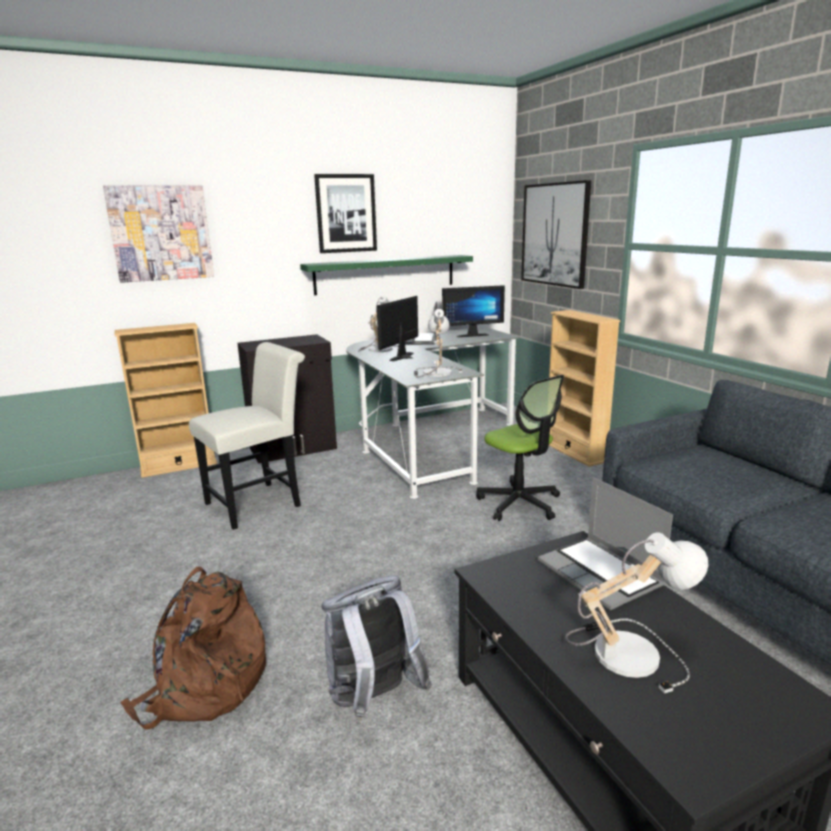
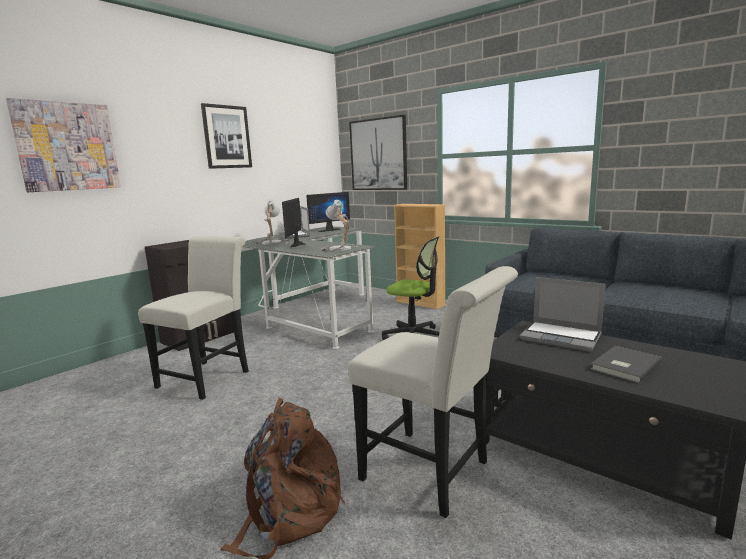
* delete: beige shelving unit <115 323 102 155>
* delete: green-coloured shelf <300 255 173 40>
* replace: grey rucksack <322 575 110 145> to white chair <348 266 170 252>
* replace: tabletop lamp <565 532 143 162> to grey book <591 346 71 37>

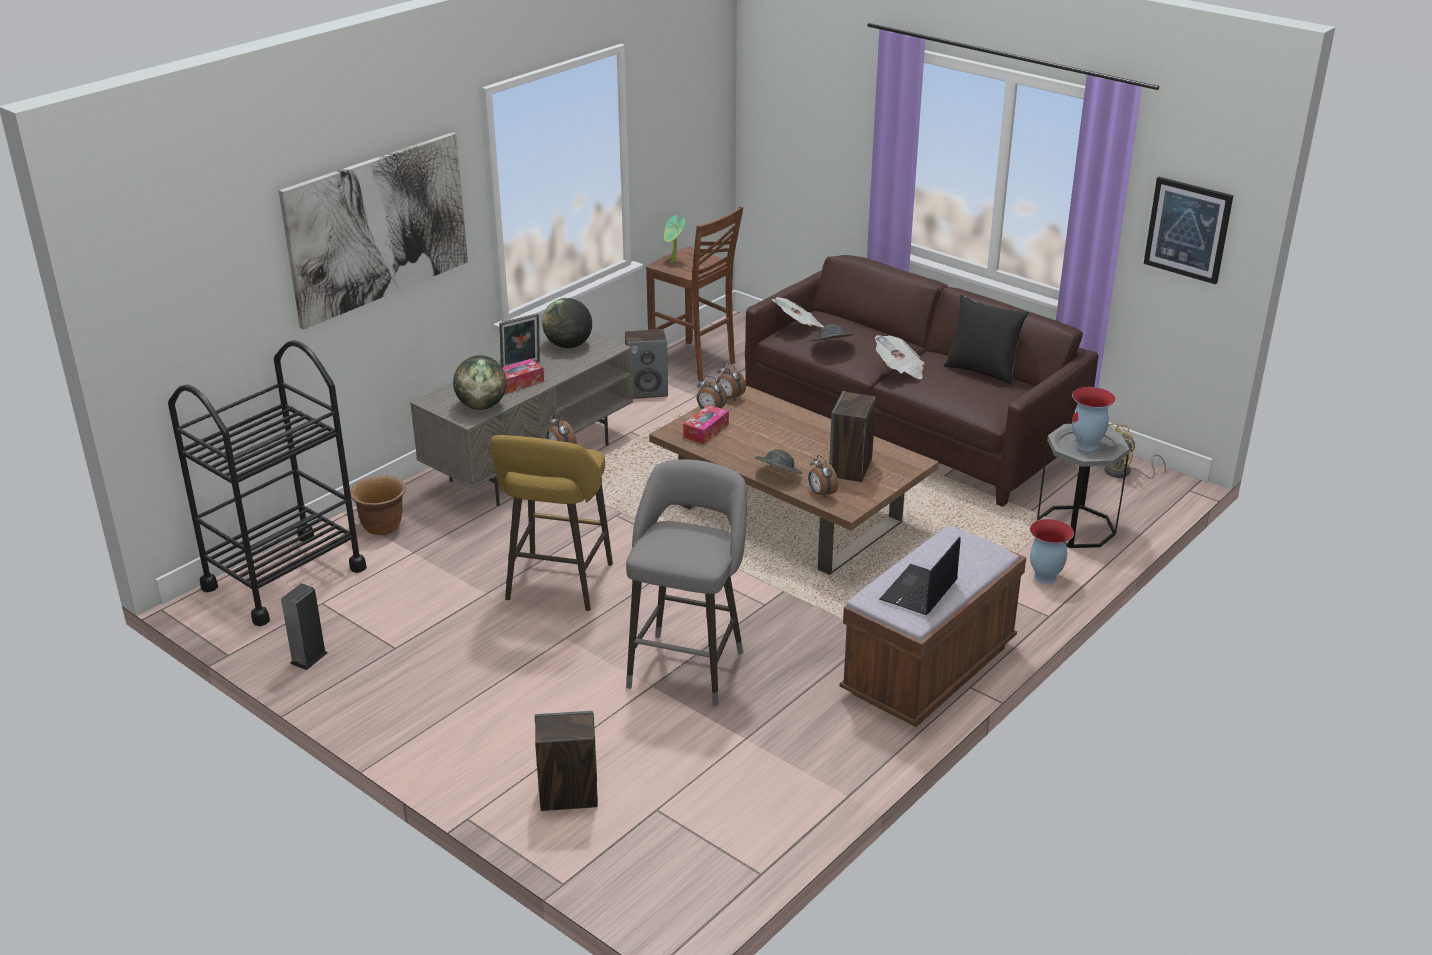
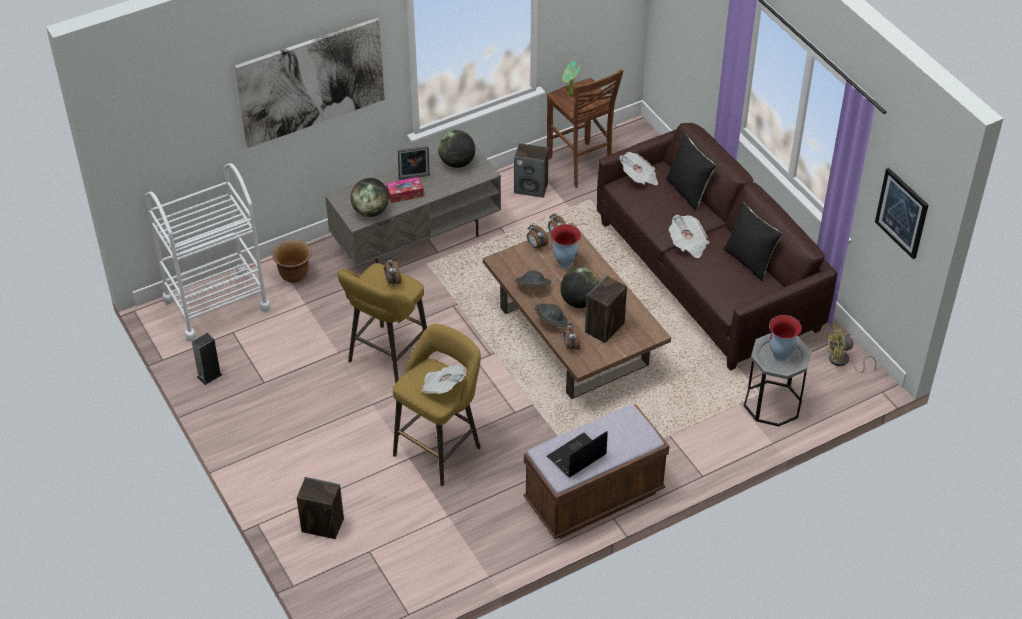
* delete: box of tissues <683 405 46 39>
* insert: printed paper <421 365 44 29>
* insert: globe <560 268 39 40>
* insert: black pillow <666 134 50 77>
* move: grey wearable hat <810 324 44 17> to <515 270 36 17>
* move: decorative vase <1030 519 44 65> to <551 224 30 45>
* recolor: black cart <168 340 199 286> to white cart <145 163 126 179>
* recolor: grey sitting stool <626 459 121 247> to yellow-coloured sitting stool <393 324 88 162>

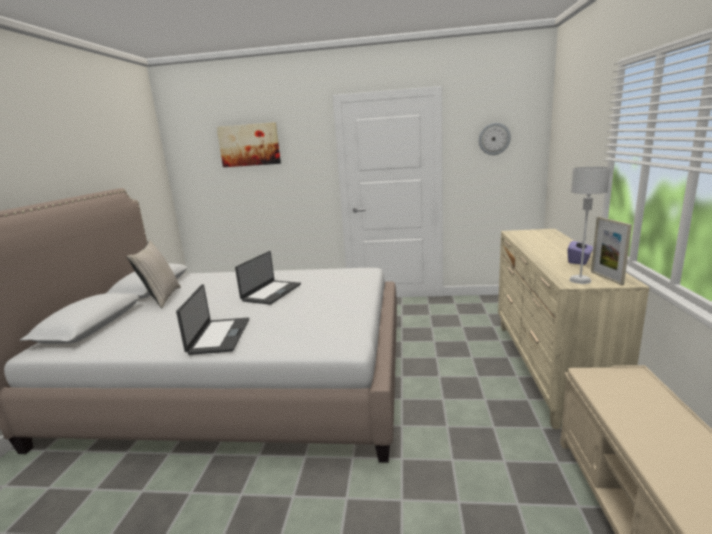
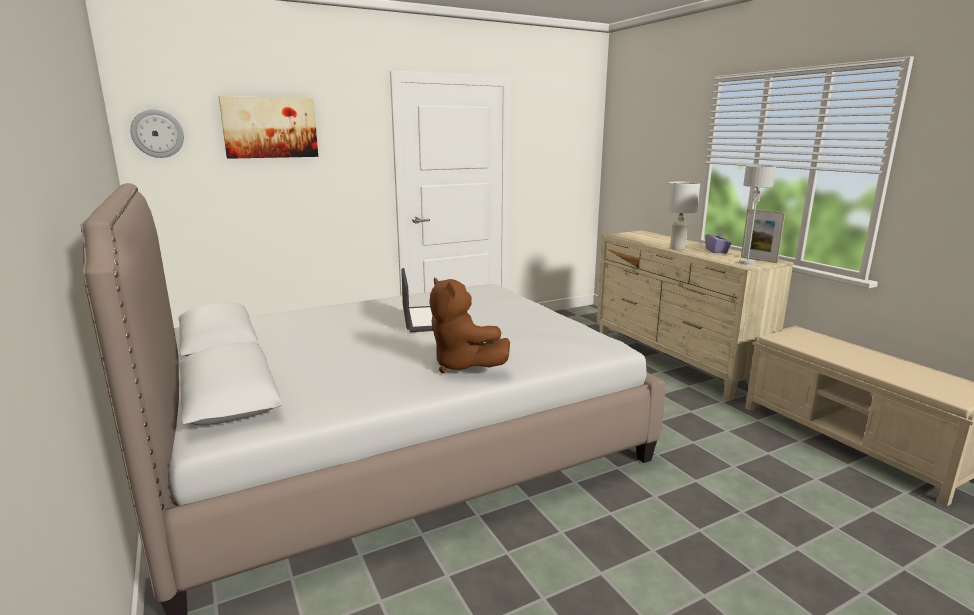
* delete: beige pillow <126 240 55 68>
* insert: white tabletop lamp <666 182 34 68>
* move: wall clock <479 123 32 32> to <130 109 54 49>
* replace: laptop <176 284 73 71> to brownish cuddly toy <429 277 81 96>

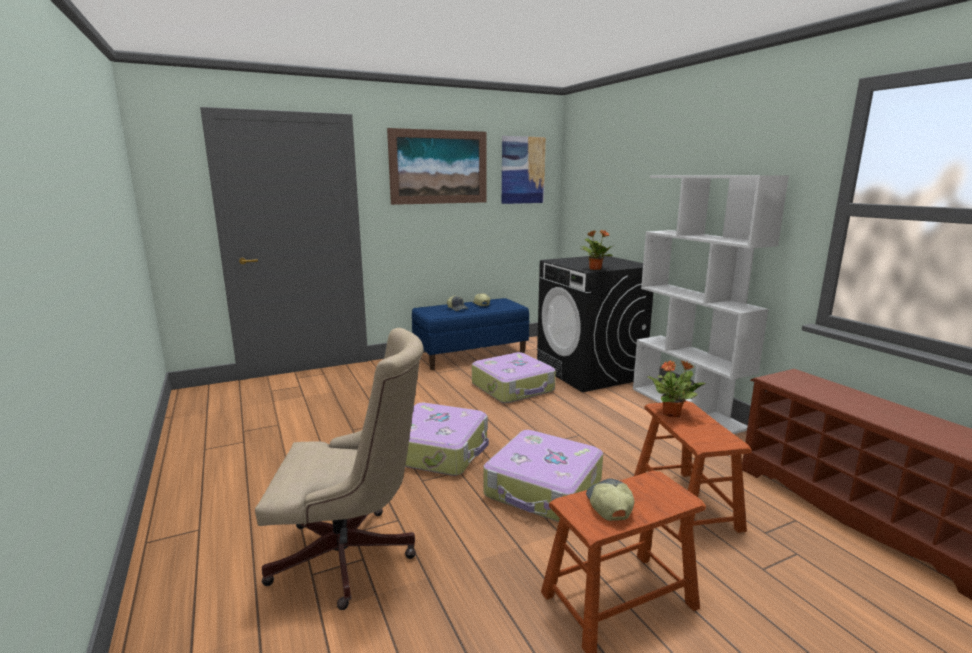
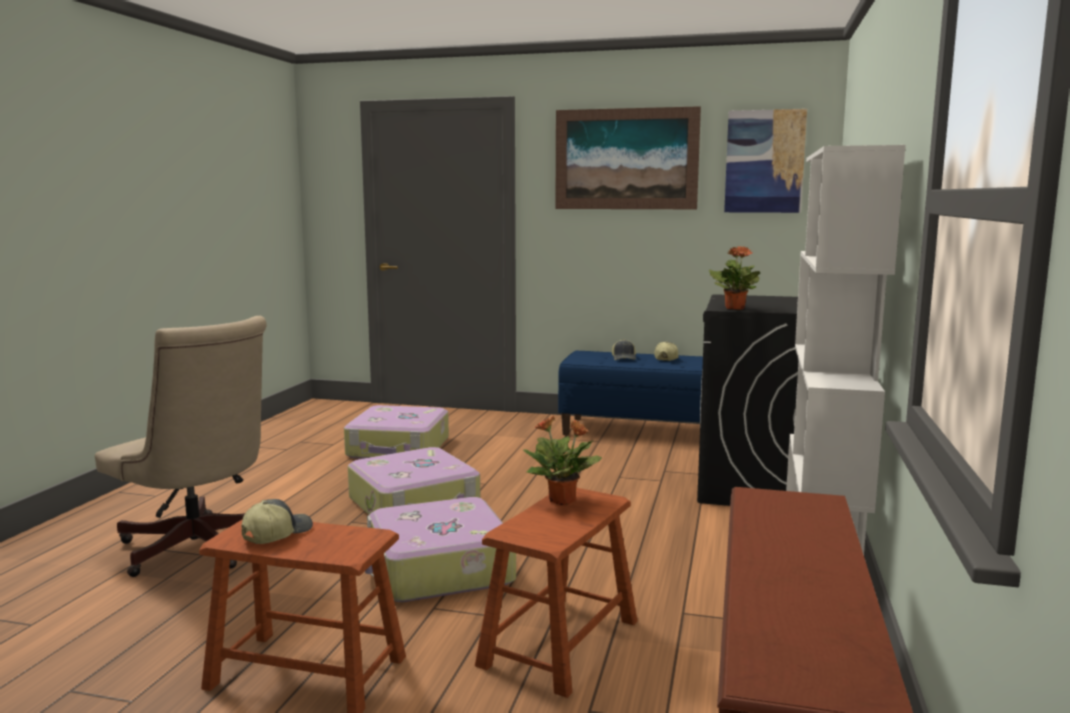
* move: travel case <472 352 84 51> to <344 405 105 54>

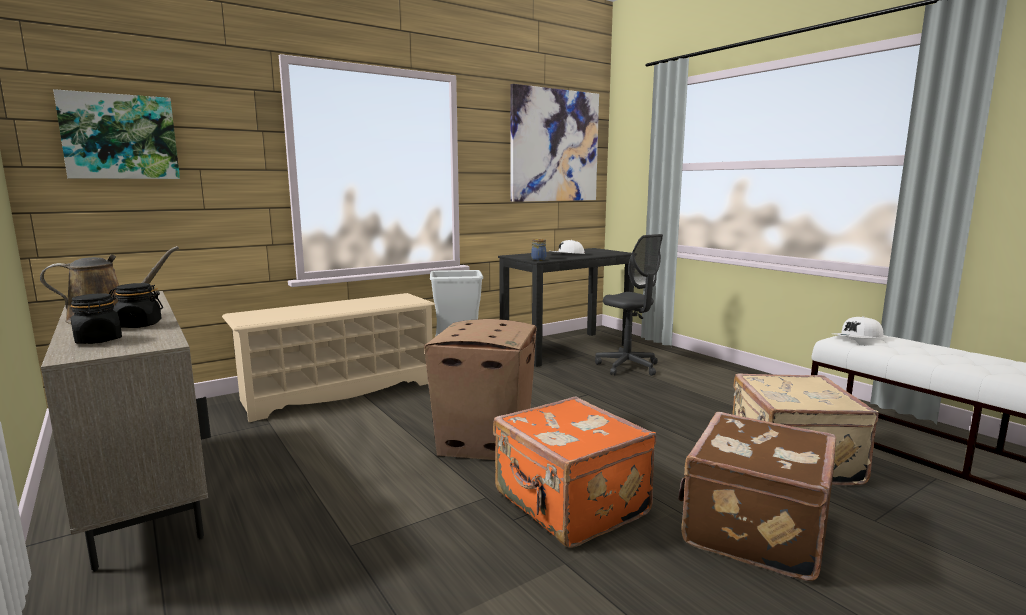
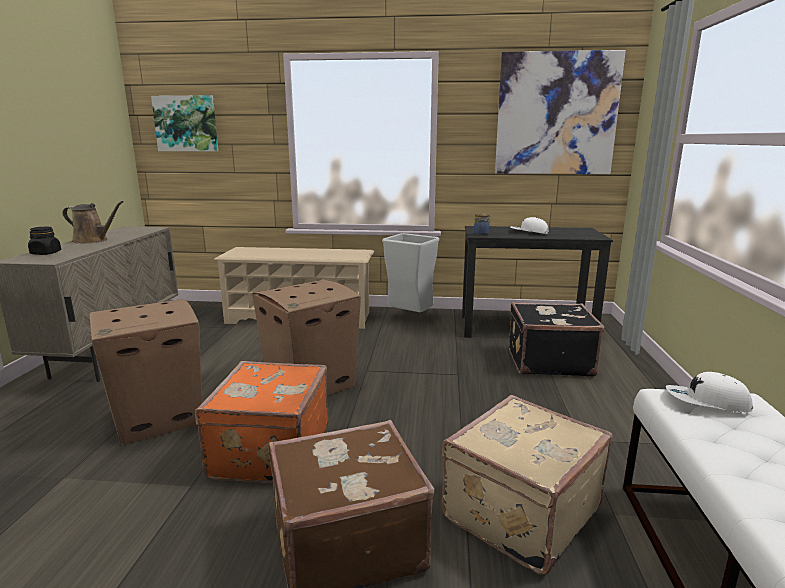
* delete: black preserve jar <109 283 54 45>
* insert: cardboard box <90 299 112 146>
* replace: grey desk chair <595 234 68 142> to black travel case <509 302 95 74>

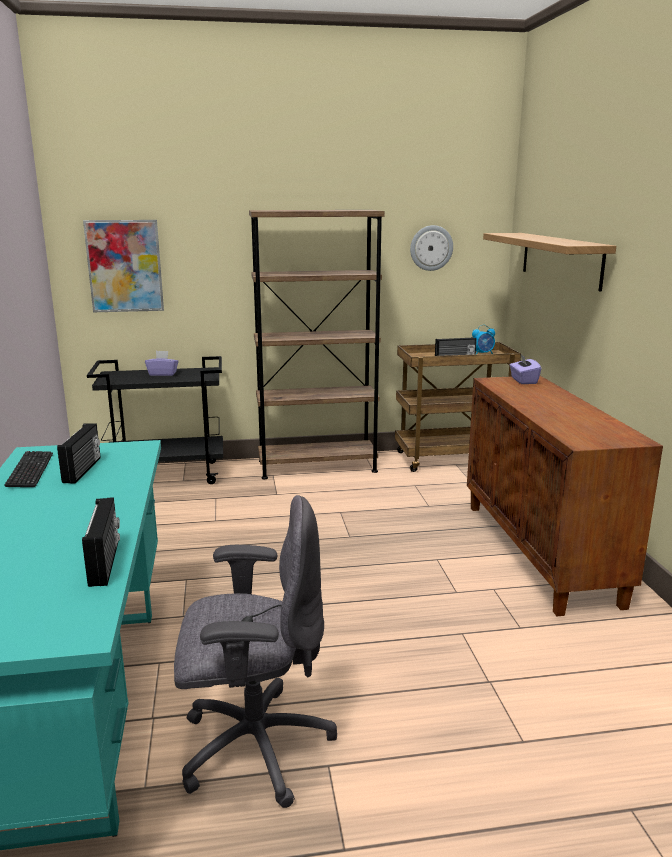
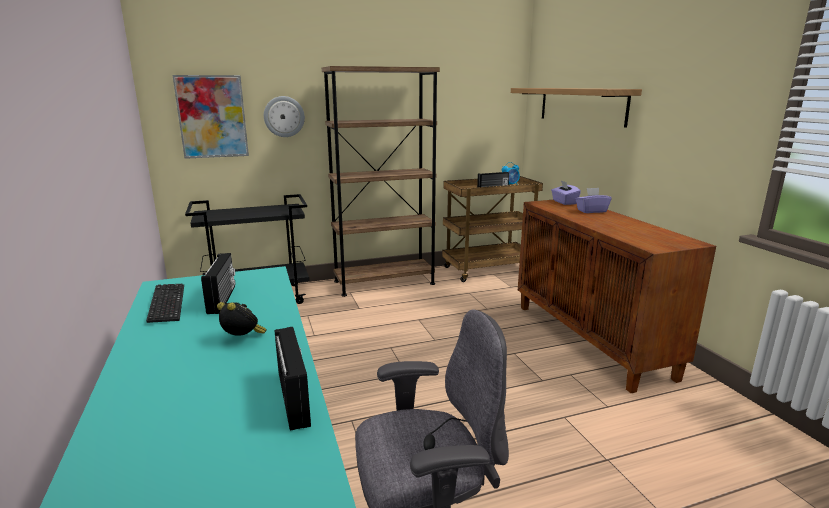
* insert: table clock <217 302 50 34>
* move: purplish box of tissues <145 351 34 25> to <576 188 36 25>
* move: wall clock <410 225 43 46> to <264 96 41 41>

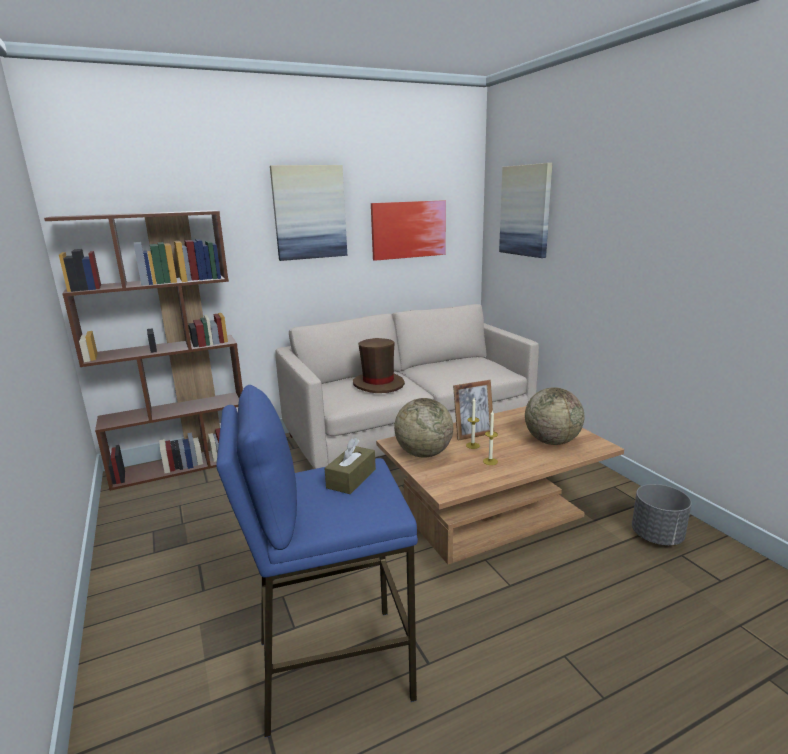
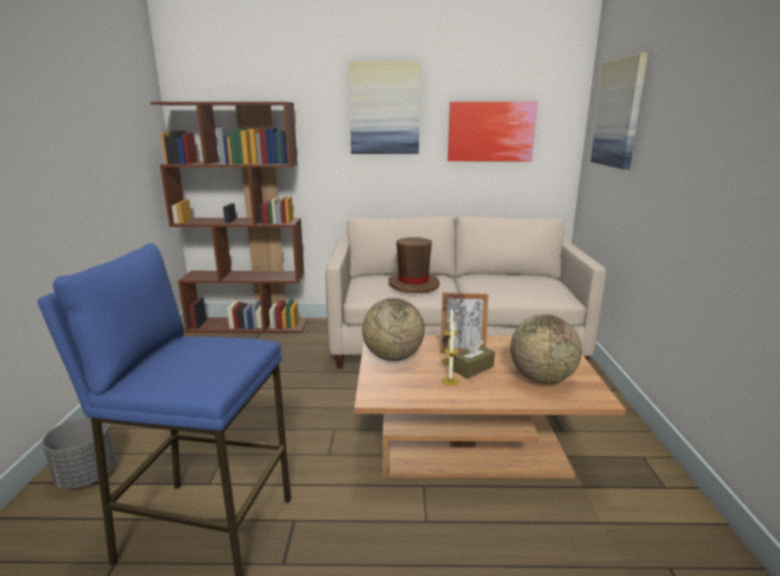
* move: brownish box of tissues <325 438 51 56> to <453 339 42 40>
* move: grey planter <632 484 60 61> to <42 416 74 73>

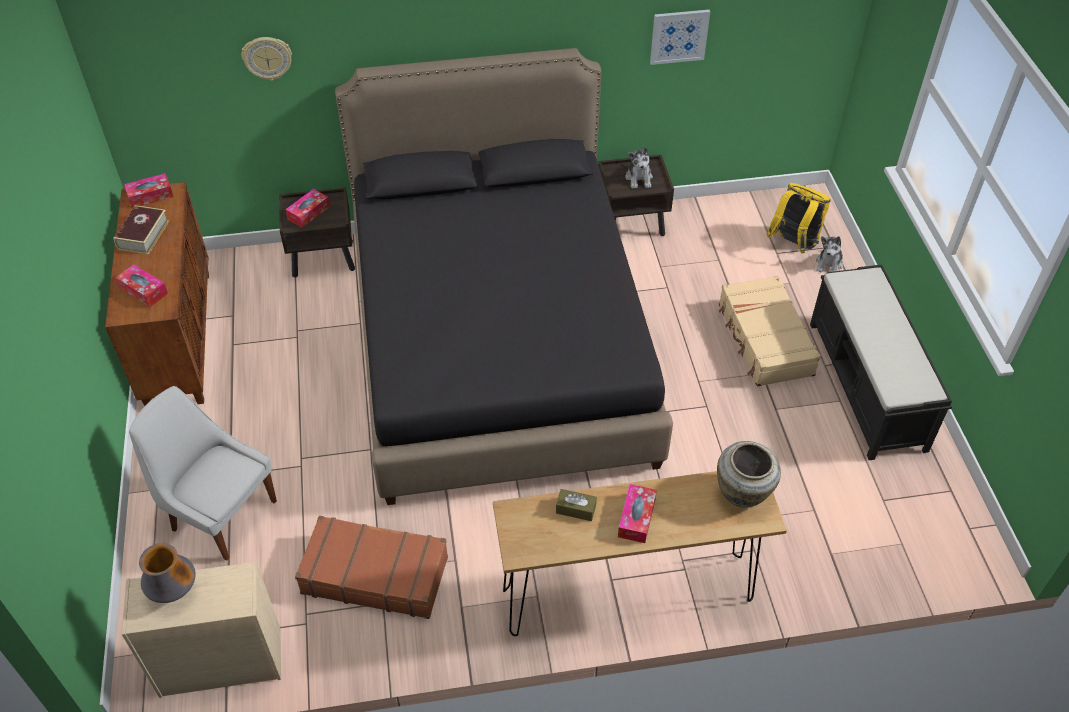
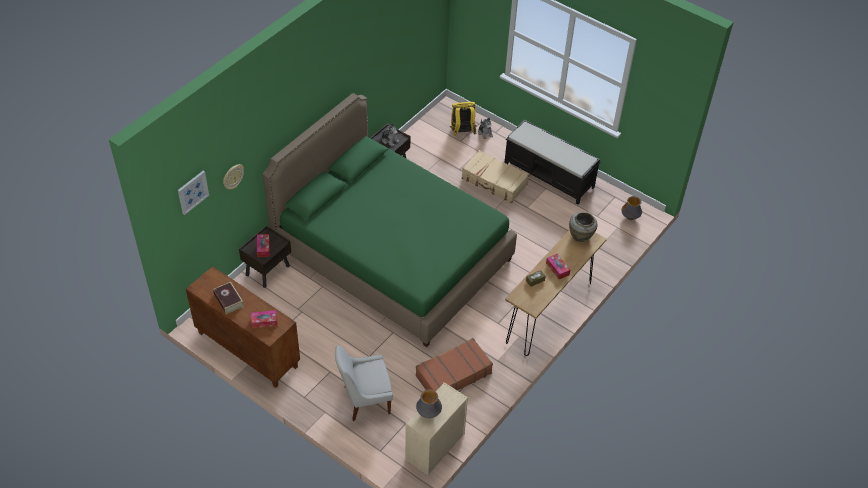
* delete: box of tissues <124 173 50 35>
* insert: decorative vase <621 196 21 24>
* move: wall picture <650 10 60 55> to <178 171 31 44>
* recolor: black bedroom bed <335 48 338 457> to green-coloured bedroom bed <262 93 255 254>

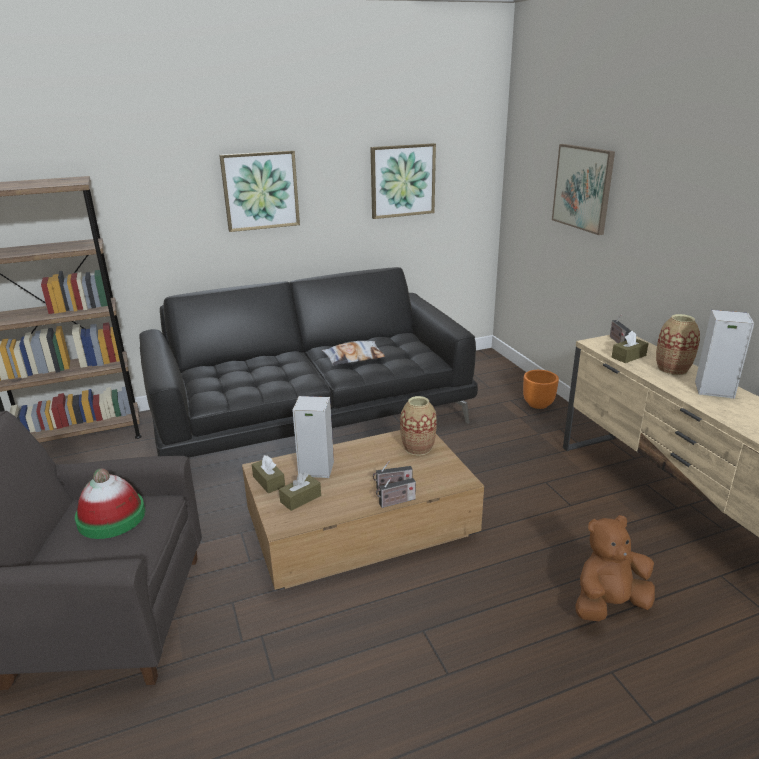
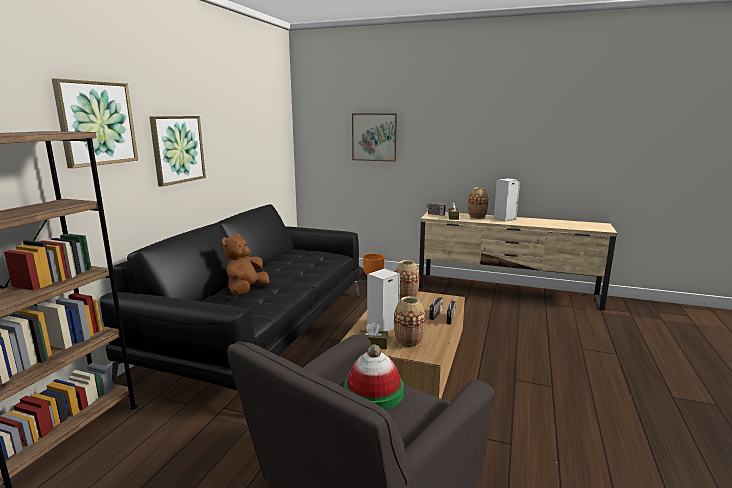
* delete: pillow <322 341 63 25>
* move: wall picture <371 143 65 76> to <52 78 86 90>
* move: brownish cuddly toy <575 515 80 106> to <222 234 47 61>
* replace: brownish box of tissues <279 472 42 39> to decorative vase <394 296 31 52>

